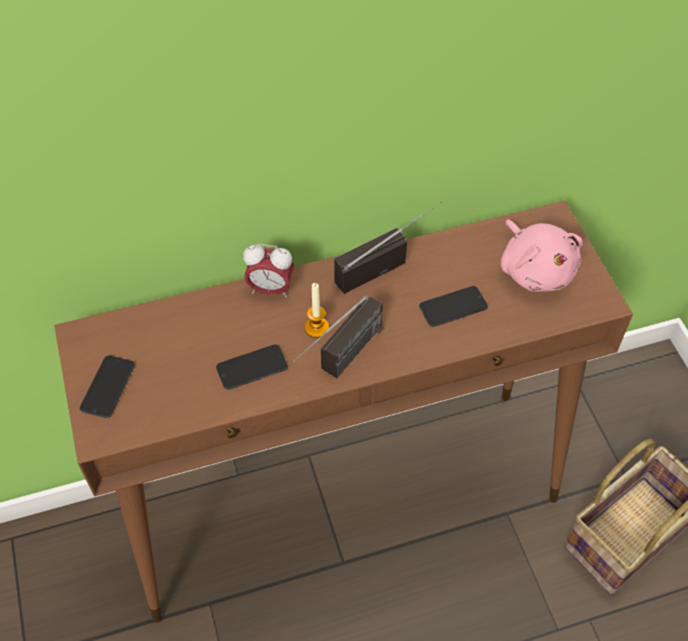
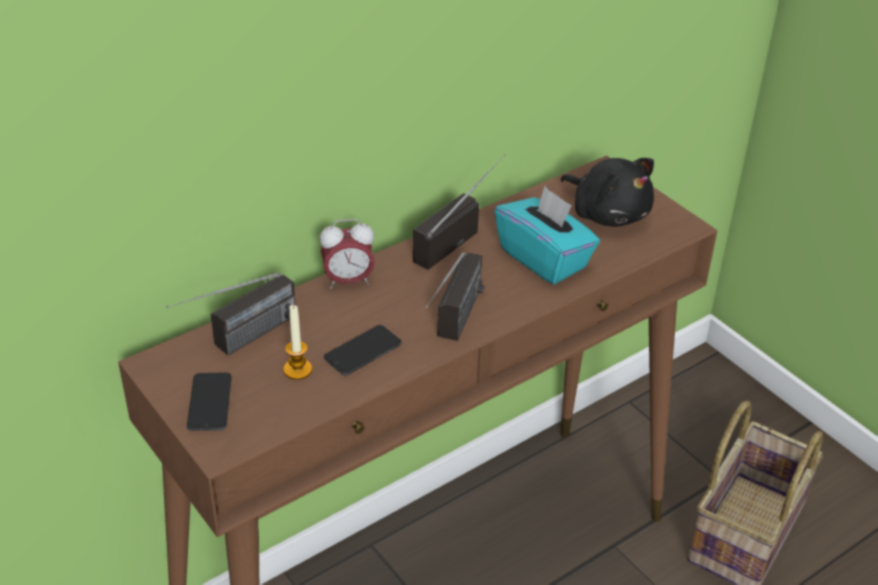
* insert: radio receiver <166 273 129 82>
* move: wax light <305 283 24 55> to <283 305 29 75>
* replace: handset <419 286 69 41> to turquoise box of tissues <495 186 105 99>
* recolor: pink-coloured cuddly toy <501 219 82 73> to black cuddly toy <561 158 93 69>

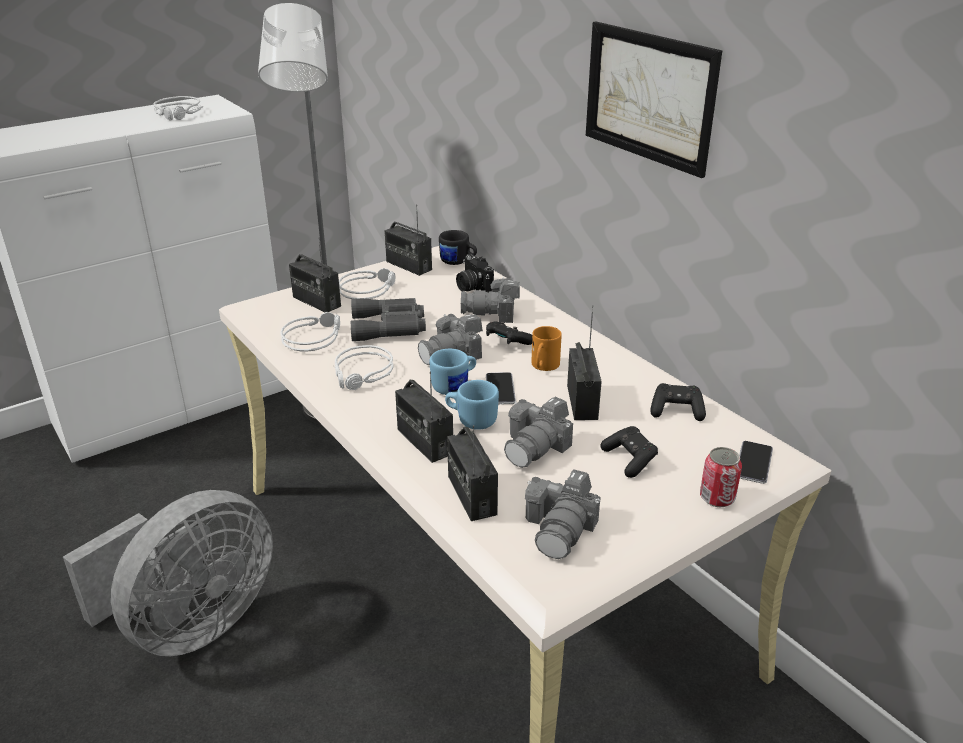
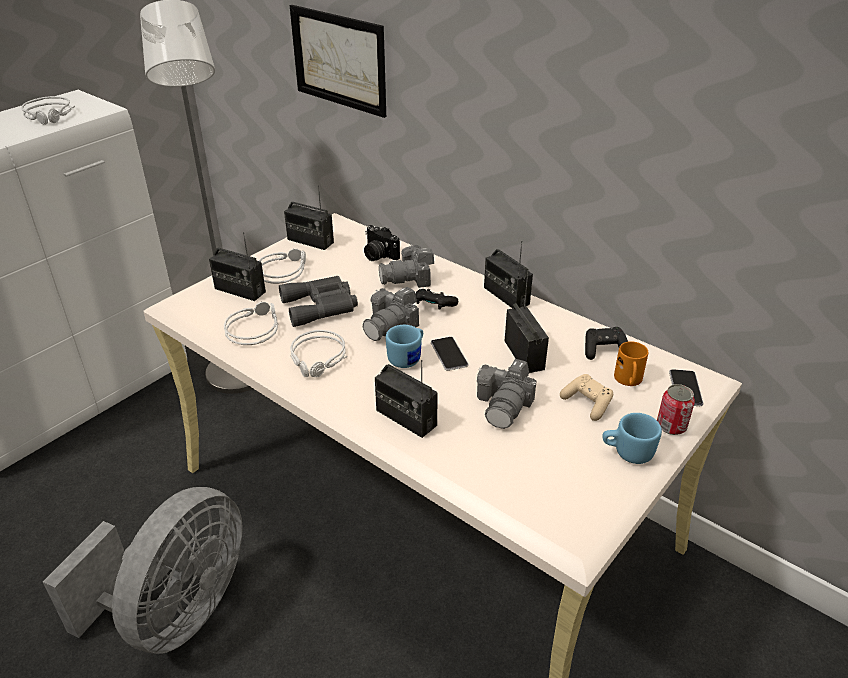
* delete: black coffee mug <439 230 38 35>
* delete: still camera <525 469 76 90>
* move: blue coffee mug <445 380 54 50> to <602 413 60 51>
* move: radio receiver <447 425 51 96> to <484 241 49 68>
* move: orangey coffee mug <531 326 31 45> to <614 341 34 45>
* move: wall picture <586 22 136 156> to <290 5 96 113>
* recolor: black gamepad <601 426 57 52> to beige gamepad <560 374 53 47>

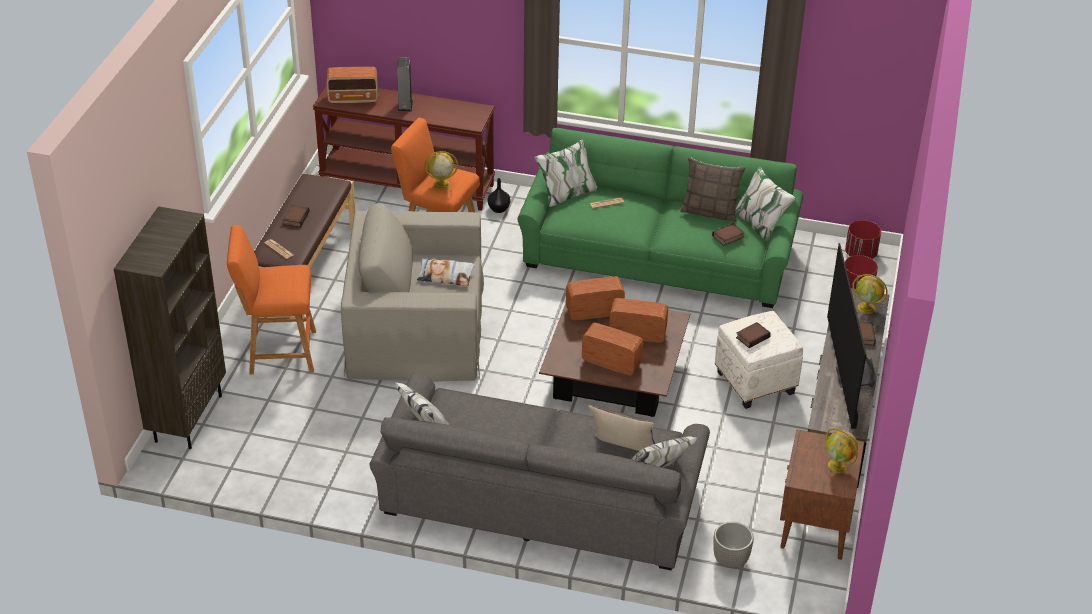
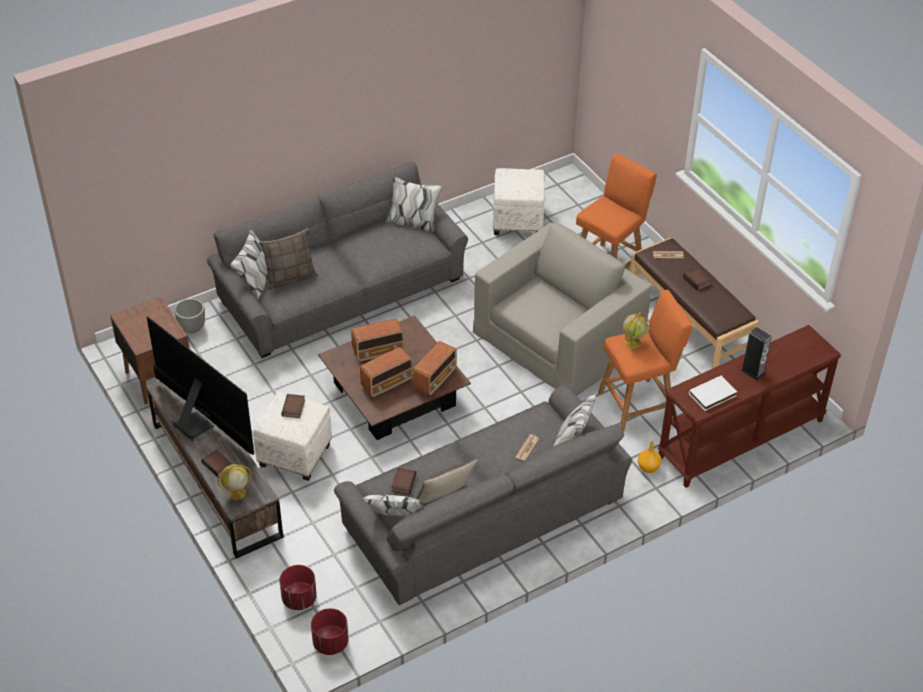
* delete: brownish shelving unit <114 206 112 243>
* delete: radio receiver <326 66 52 38>
* delete: pillow <417 258 58 28>
* delete: globe <825 428 33 45>
* insert: white pouffe <493 168 52 67>
* insert: white book <689 376 48 35>
* recolor: black decorative vase <488 178 23 35> to orangey decorative vase <638 441 24 32>
* recolor: green-coloured settee <518 128 285 180> to grey settee <334 385 298 220>

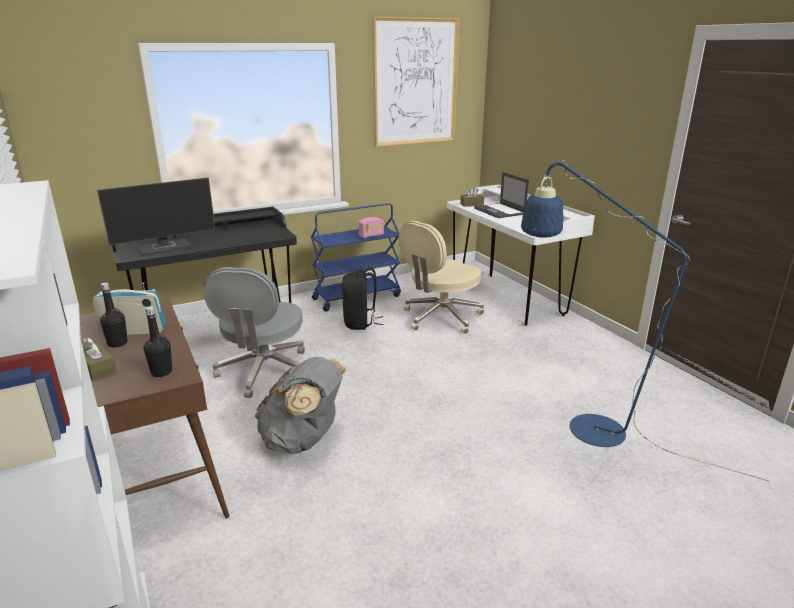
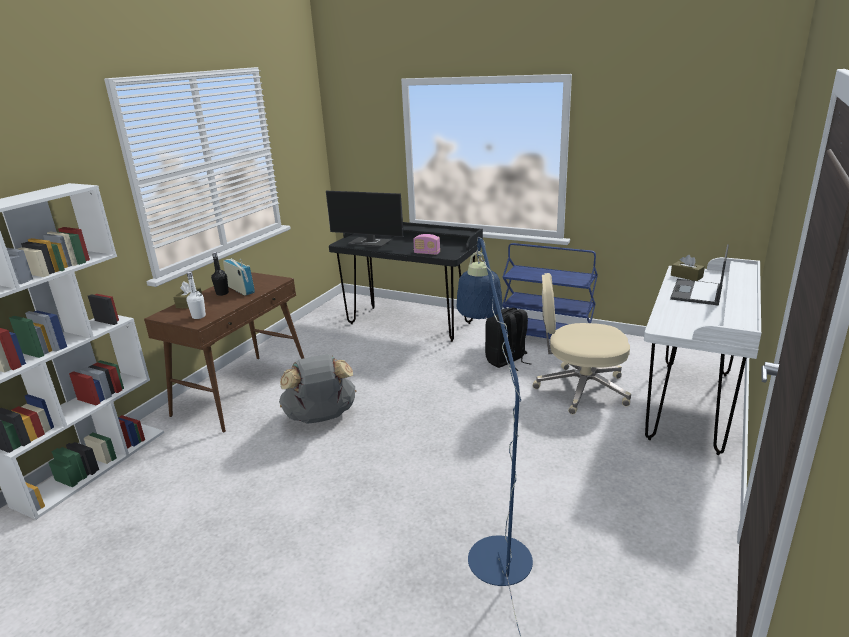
* delete: grey desk chair <203 267 102 131>
* delete: wall picture <372 17 87 130>
* move: radio receiver <358 217 26 21> to <413 234 27 21>
* recolor: black drink bottle <143 306 29 71> to white drink bottle <187 272 19 47>

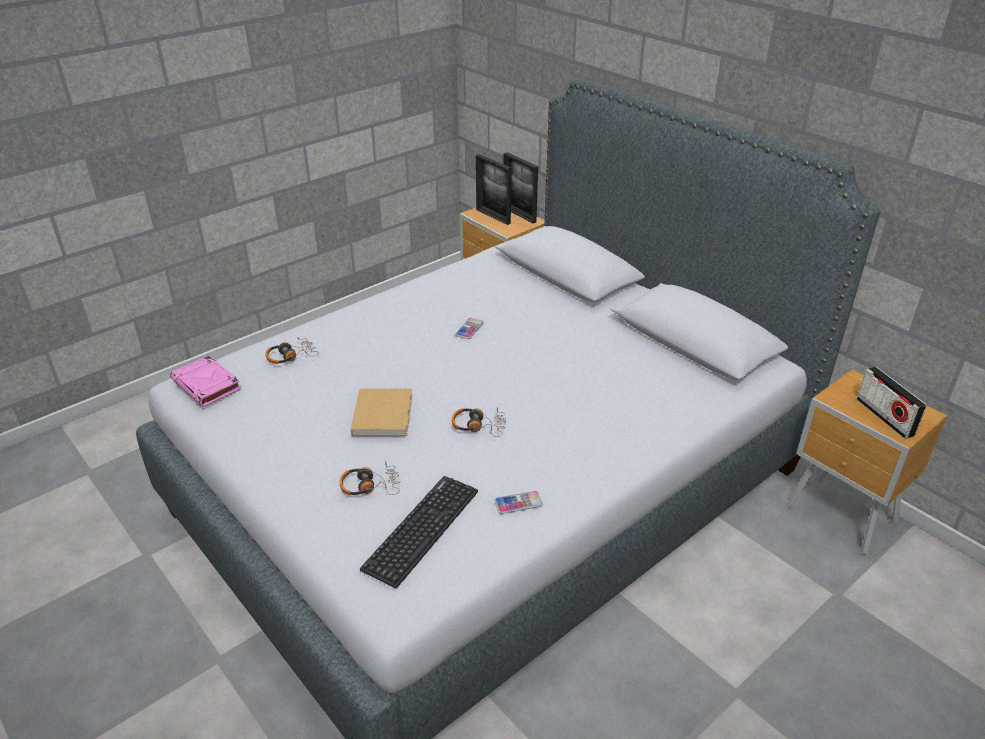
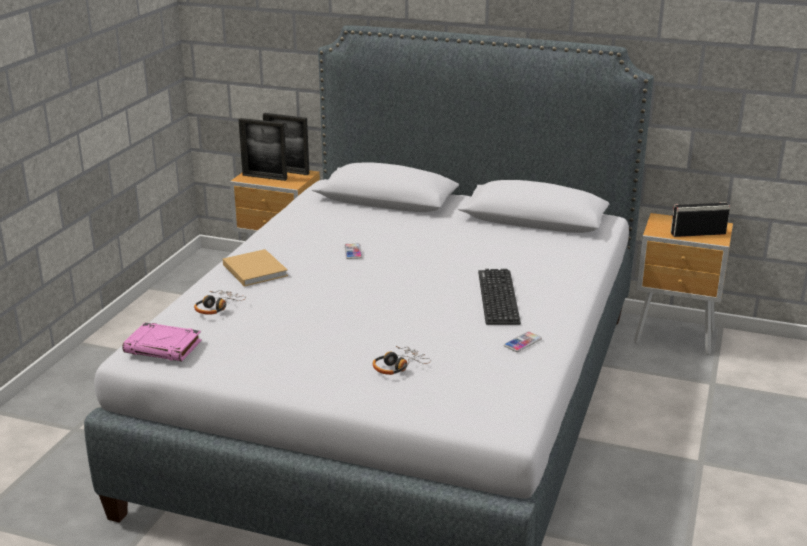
* delete: pair of headphones <452 407 54 30>
* move: beige book <351 388 62 48> to <223 249 65 37>
* move: computer keyboard <360 476 118 112> to <478 269 43 56>
* rotate: radio receiver <857 367 70 72> = <671 202 59 35> 135 degrees clockwise

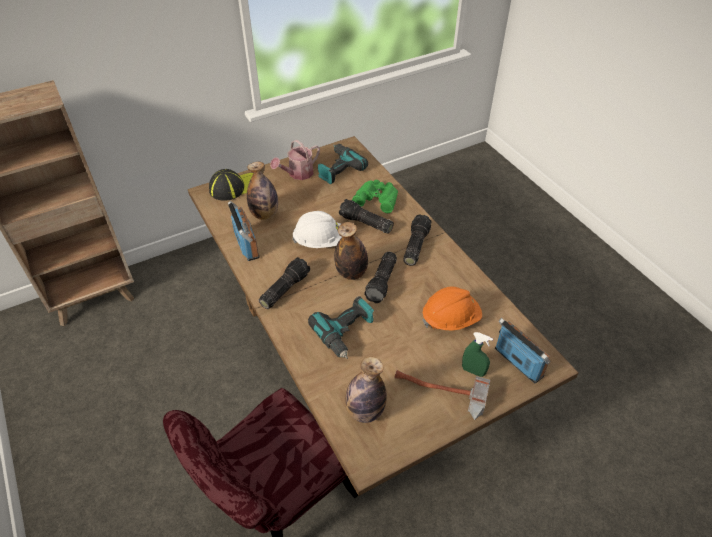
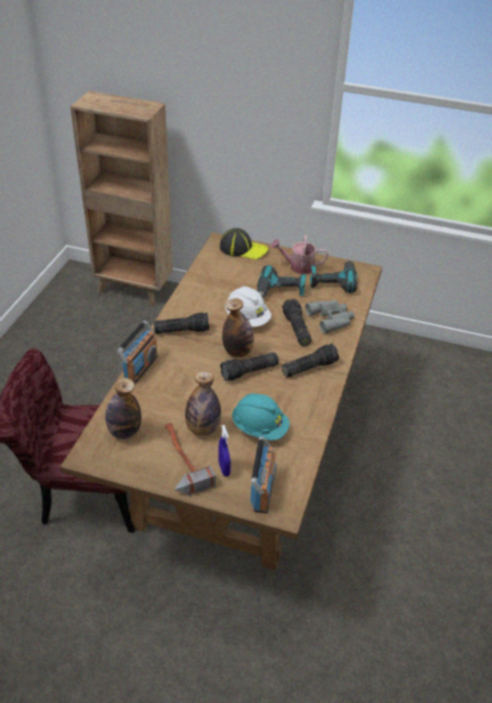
* move: radio receiver <228 201 32 60> to <117 321 41 63>
* move: drink bottle <247 162 31 58> to <185 371 36 65>
* move: power drill <308 296 66 63> to <257 265 49 33>
* recolor: green-coloured binoculars <352 180 46 33> to grey binoculars <305 300 49 34>
* recolor: orangey work helmet <422 286 60 44> to turquoise work helmet <232 393 58 47>
* recolor: green-coloured hand sprayer <462 332 31 45> to blue hand sprayer <218 425 13 52>

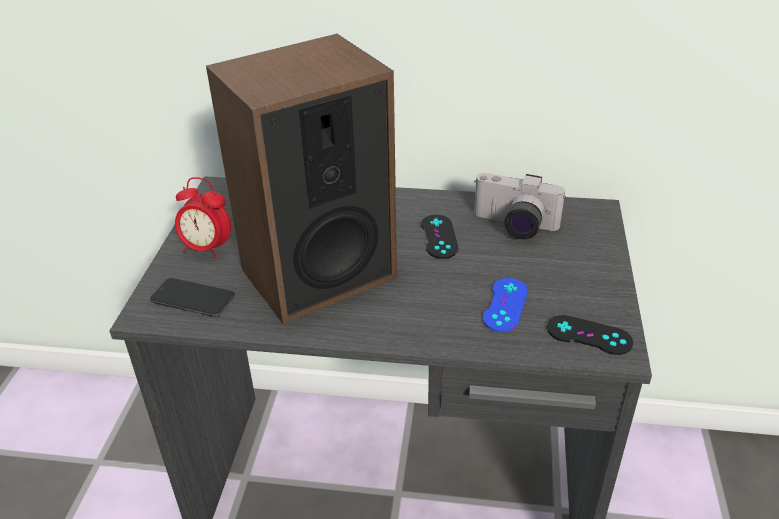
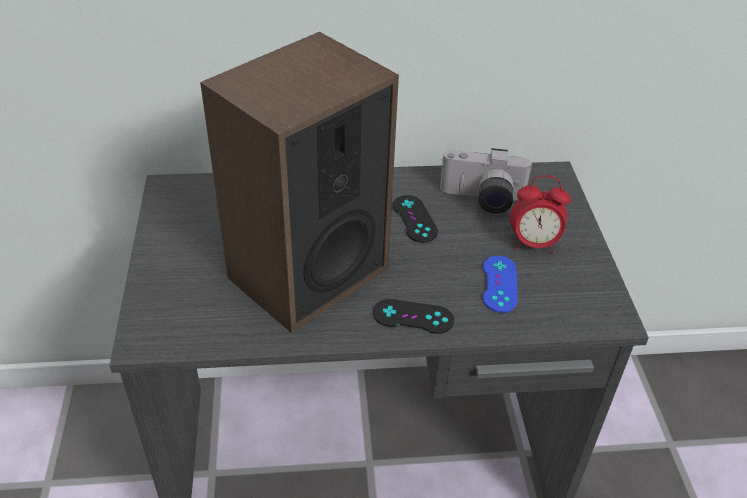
* delete: handset <150 278 85 39>
* move: table clock <175 177 56 82> to <510 175 61 79>
* move: black gamepad <547 315 86 40> to <373 299 81 35>

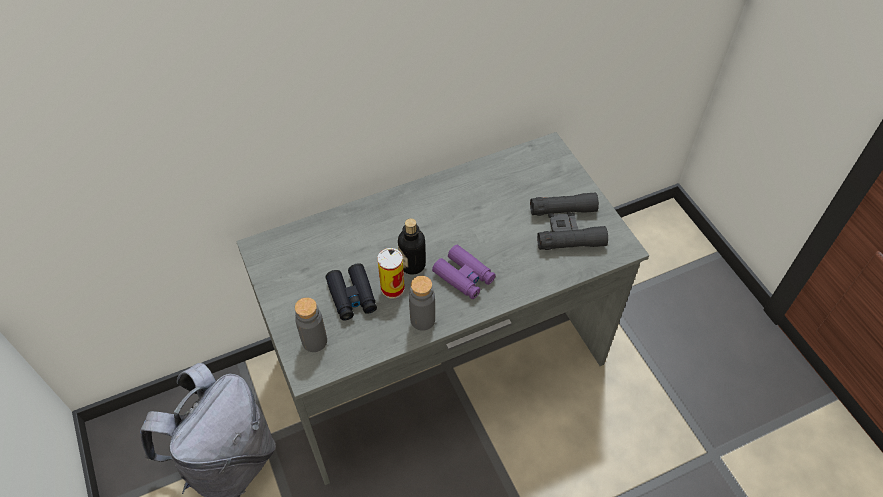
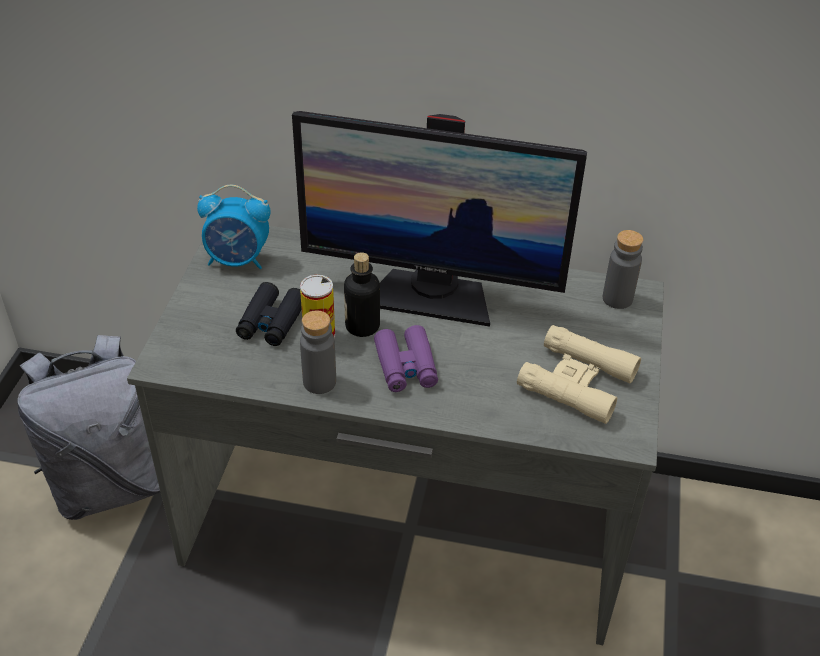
* insert: table clock <197 185 74 84>
* insert: computer display <292 111 295 216>
* move: grey drink bottle <295 297 32 55> to <603 230 40 79>
* recolor: black binoculars <530 192 78 58> to beige binoculars <517 325 124 99>

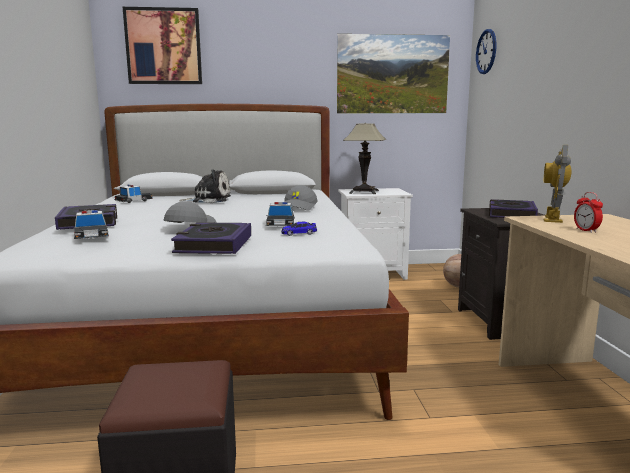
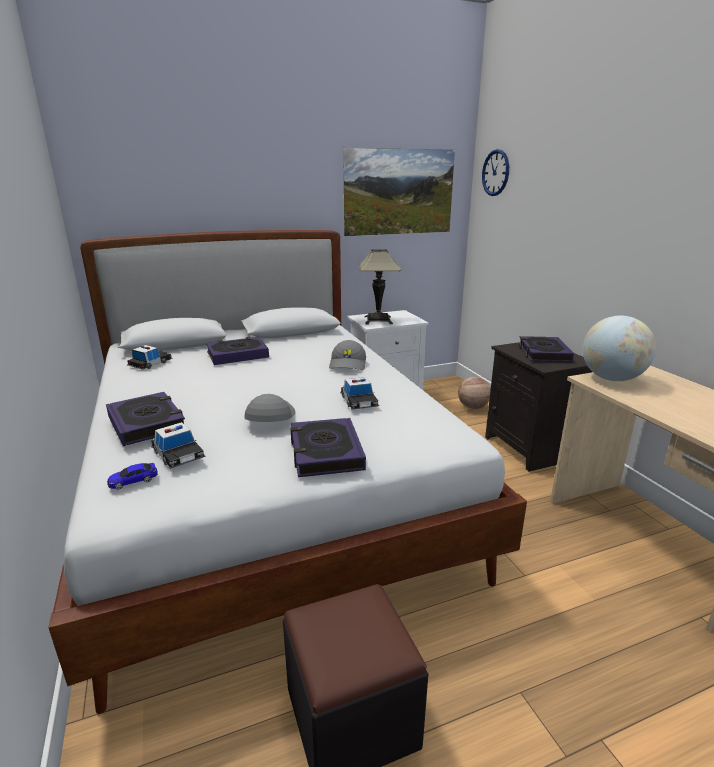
* delete: wall picture <123 7 79 77>
* delete: table clock <574 192 29 41>
* move: toy car <281 222 36 14> to <107 463 51 26>
* replace: cuddly toy <179 169 52 34> to book <206 337 63 28>
* replace: robot figure <544 145 27 78> to globe <582 315 74 66>

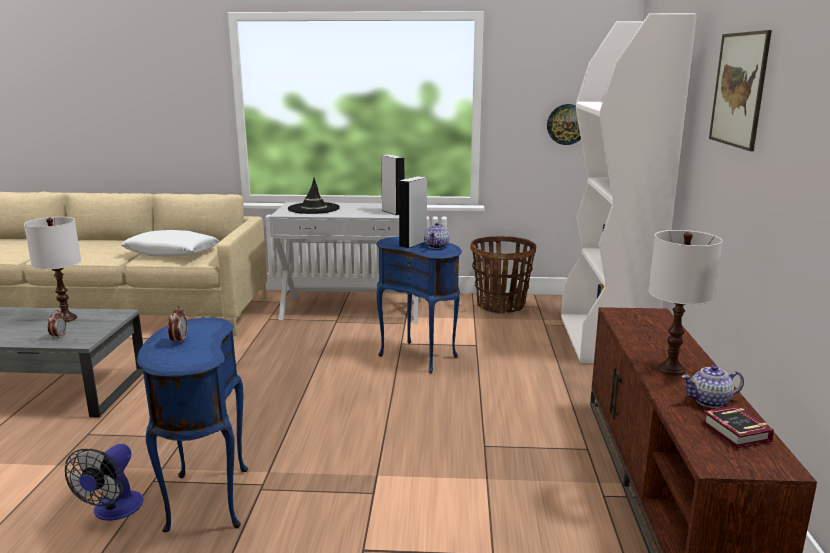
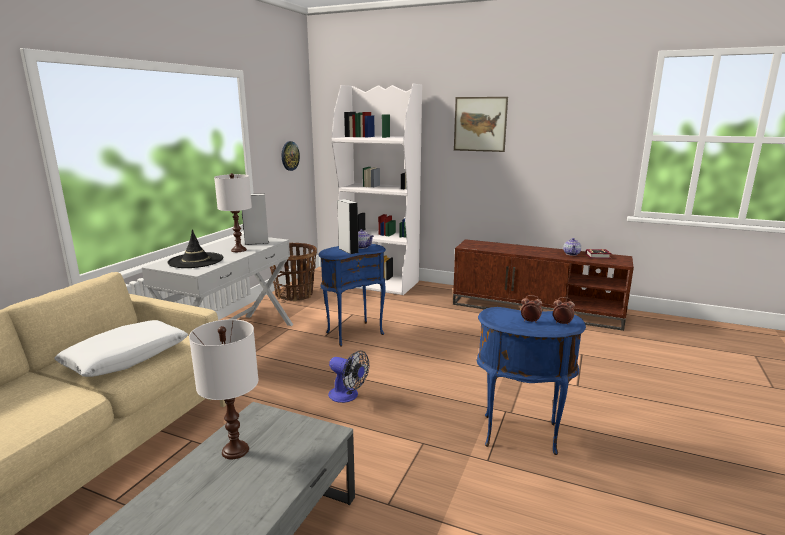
* move: table clock <48 310 18 29> to <553 297 22 28>
* move: electric fan <65 444 78 77> to <328 351 41 52>
* move: white tabletop lamp <649 230 73 145> to <214 173 38 79>

